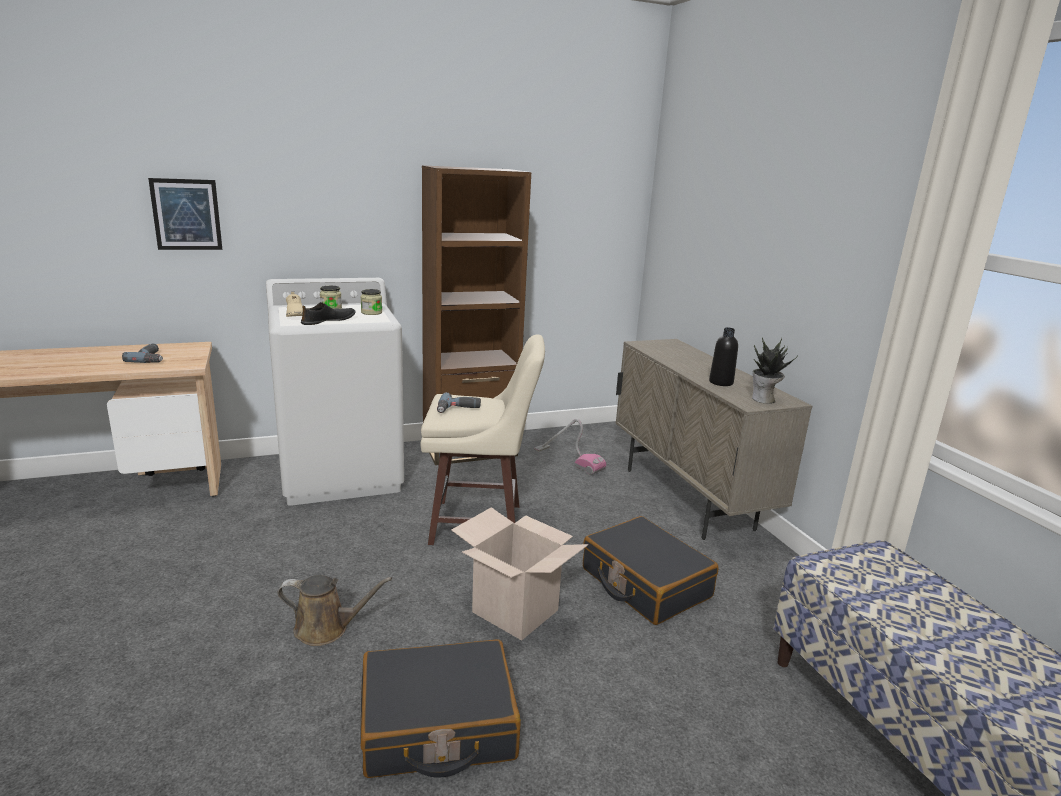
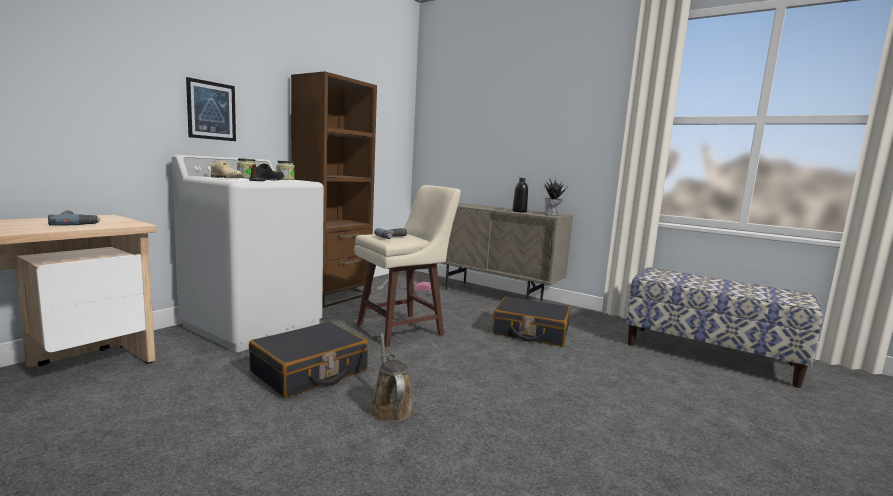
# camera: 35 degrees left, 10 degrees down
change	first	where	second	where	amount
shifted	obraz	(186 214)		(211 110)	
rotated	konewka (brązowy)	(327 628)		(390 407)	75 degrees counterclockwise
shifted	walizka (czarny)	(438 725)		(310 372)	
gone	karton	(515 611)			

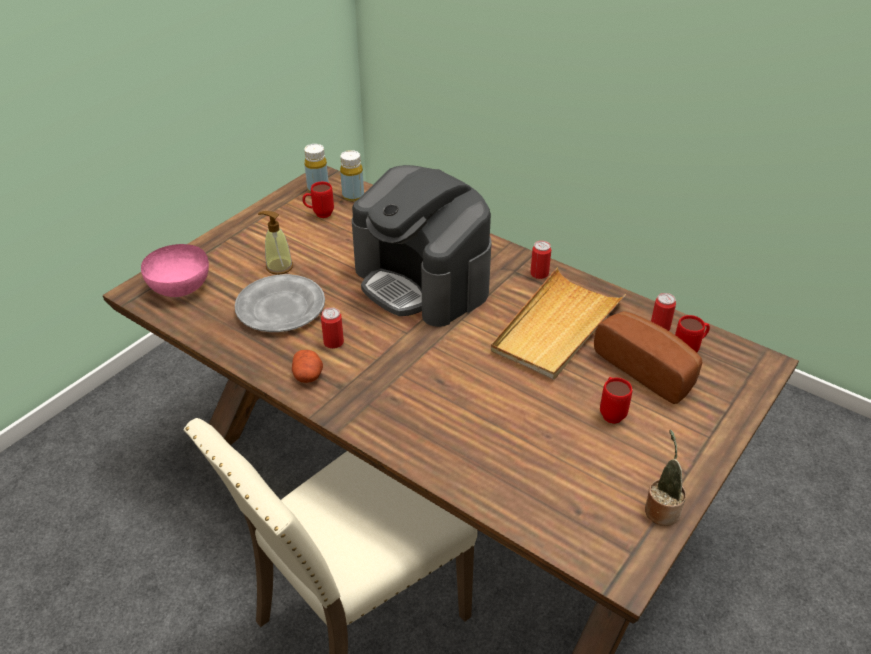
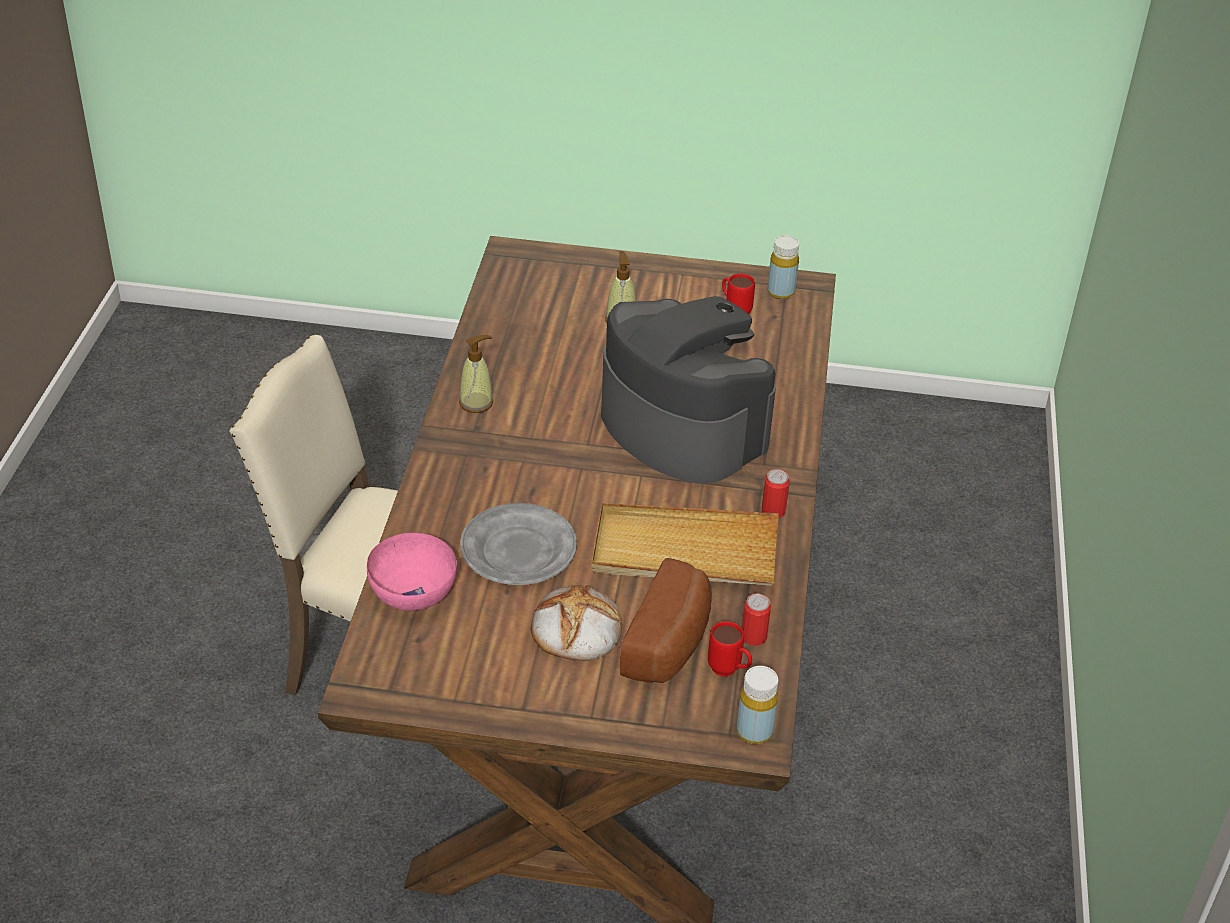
# camera: 60 degrees right, 0 degrees up
change	first	where	second	where	amount
shifted	miska (różowy)	(180 285)		(414 591)	
shifted	talerz (szary)	(281 308)		(518 550)	
swapped	ziemniak	(308 375)	dozownik mydła	(476 403)	
gone	puszka	(333 342)			
shifted	butelka (żółty)	(353 196)		(754 731)	
rotated	ekspres do kawy	(422 281)		(681 426)	120 degrees clockwise
swapped	kubek (czerwony)	(611 412)	chleb	(575 629)	
gone	roślina doniczkowa	(661 509)			

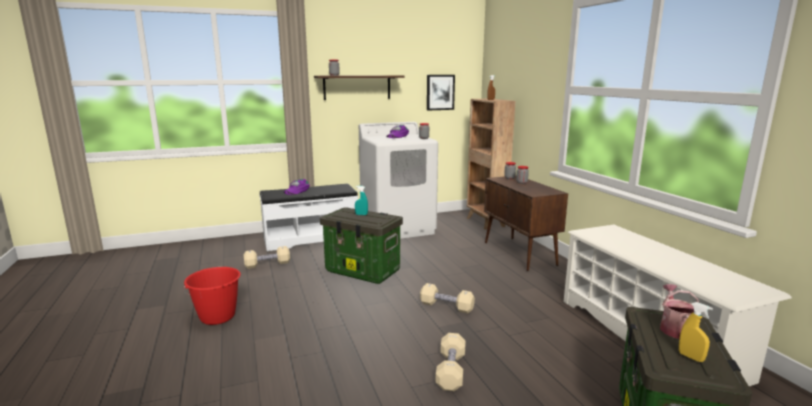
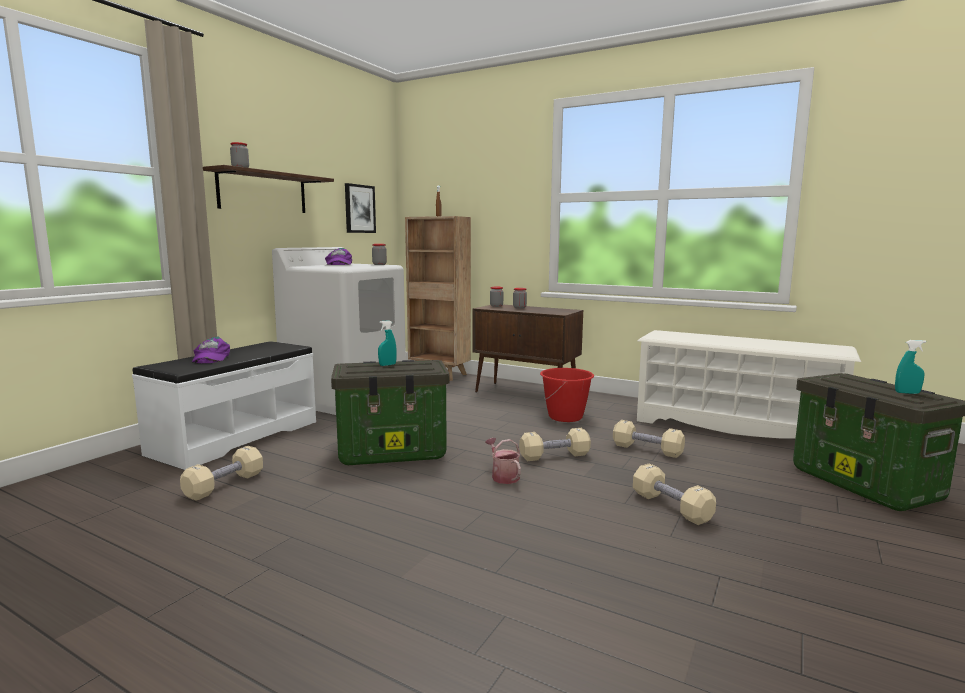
# camera: 40 degrees left, 5 degrees down
change	first	where	second	where	amount
shifted	wiadro (czerwony)	(217 317)		(565 417)	
shifted	konewka	(674 328)		(503 476)	
repainted	spryskiwacz (żółty)	(691 357)	spryskiwacz (turkusowy)	(907 393)	
new			hantel (beżowy)	(647 450)	

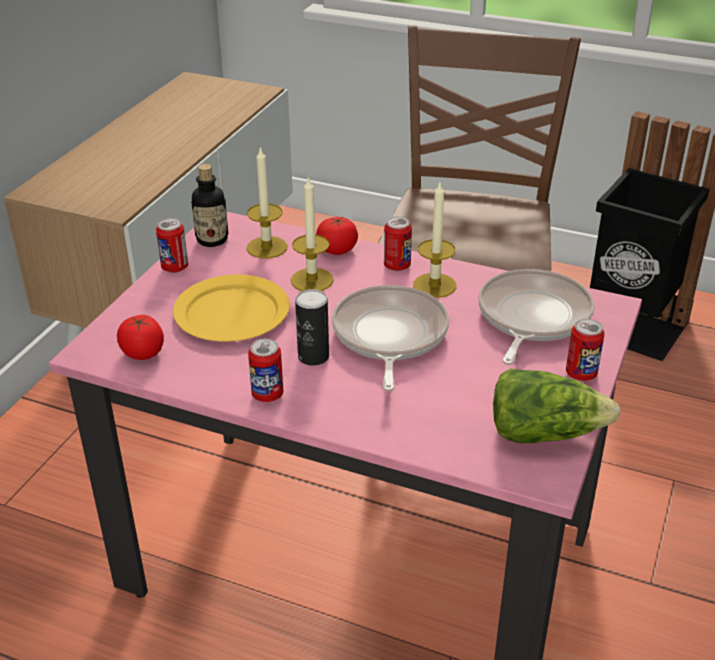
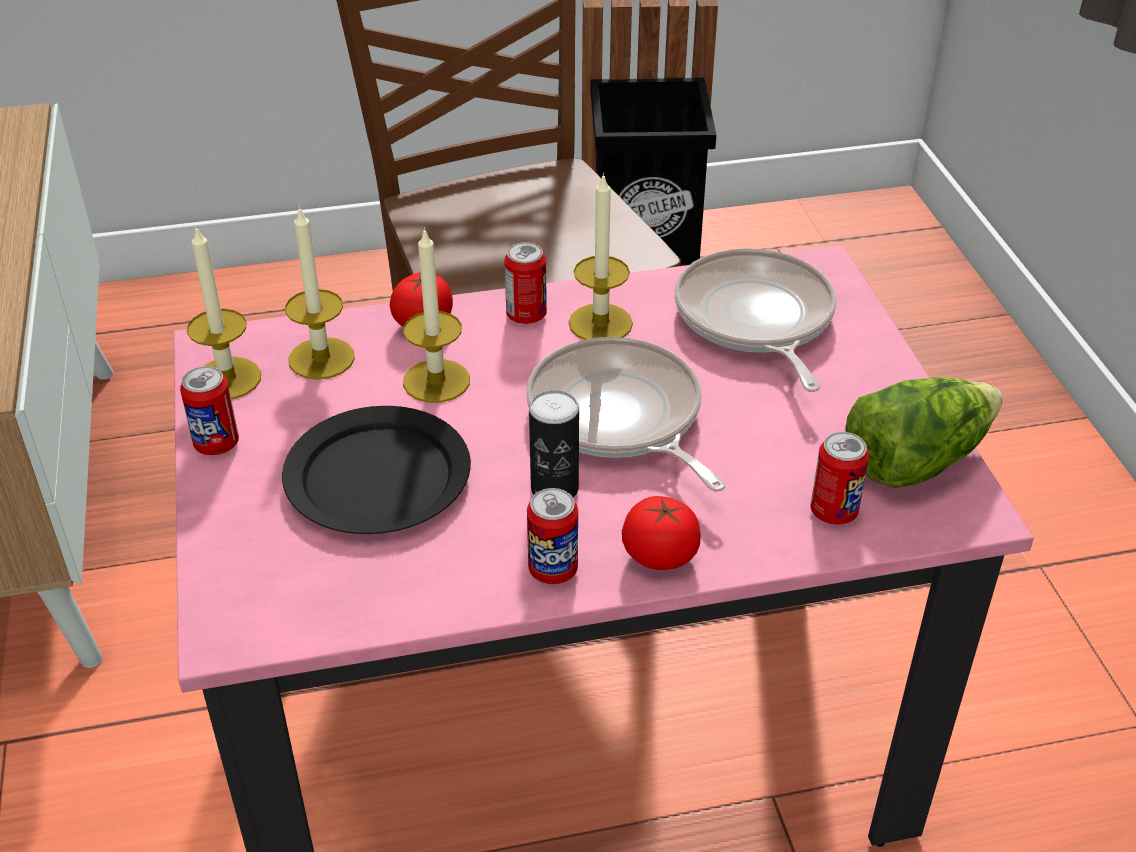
# camera: 35 degrees left, 5 degrees up
change	first	where	second	where	amount
shifted	pomidor	(143 352)		(660 555)	
repainted	talerz (żółty)	(233 313)	talerz (czarny)	(378 475)	
swapped	butelka	(212 240)	świeca	(227 379)	
shifted	puszka	(581 374)		(833 512)	

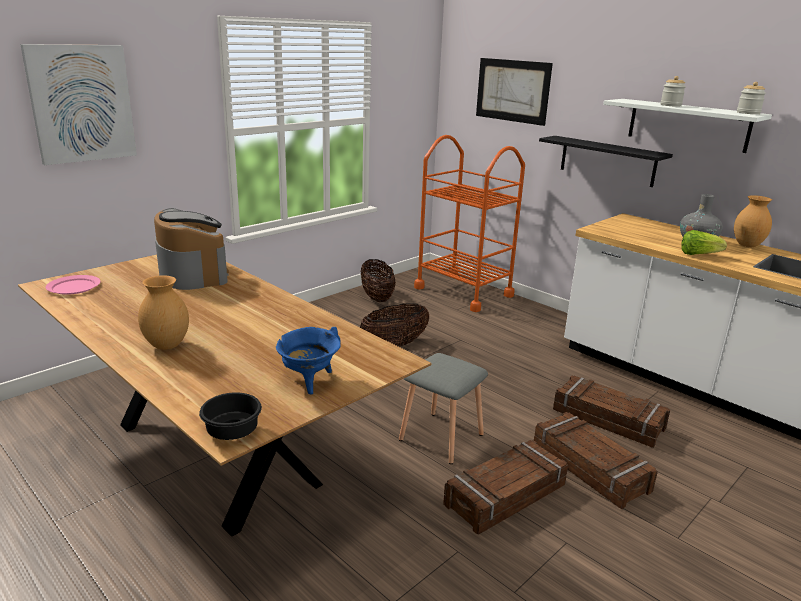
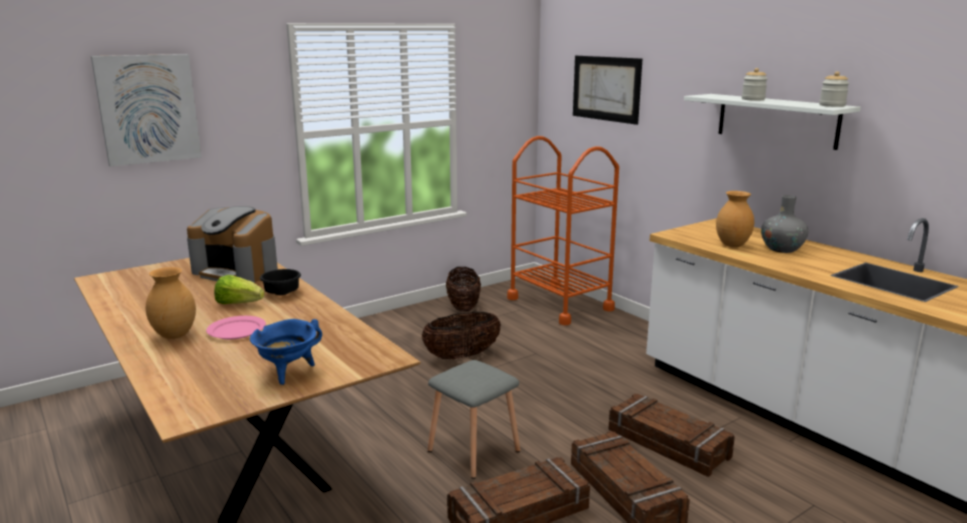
# camera: 10 degrees right, 5 degrees down
change	first	where	second	where	amount
shifted	talerz (różowy)	(74 287)		(236 330)	
rotated	ekspres do kawy	(193 273)		(237 271)	135 degrees clockwise
shifted	miska (czarny)	(234 433)		(282 293)	
gone	półka (czarny)	(607 161)			
shifted	sałata	(698 254)		(238 304)	
shifted	wazon (brązowy)	(746 245)		(731 245)	

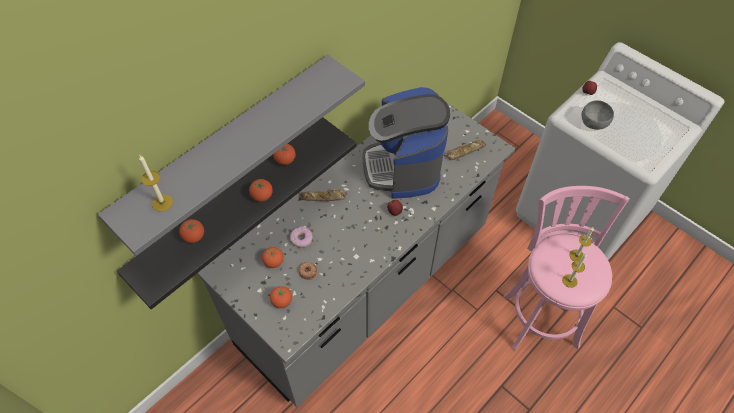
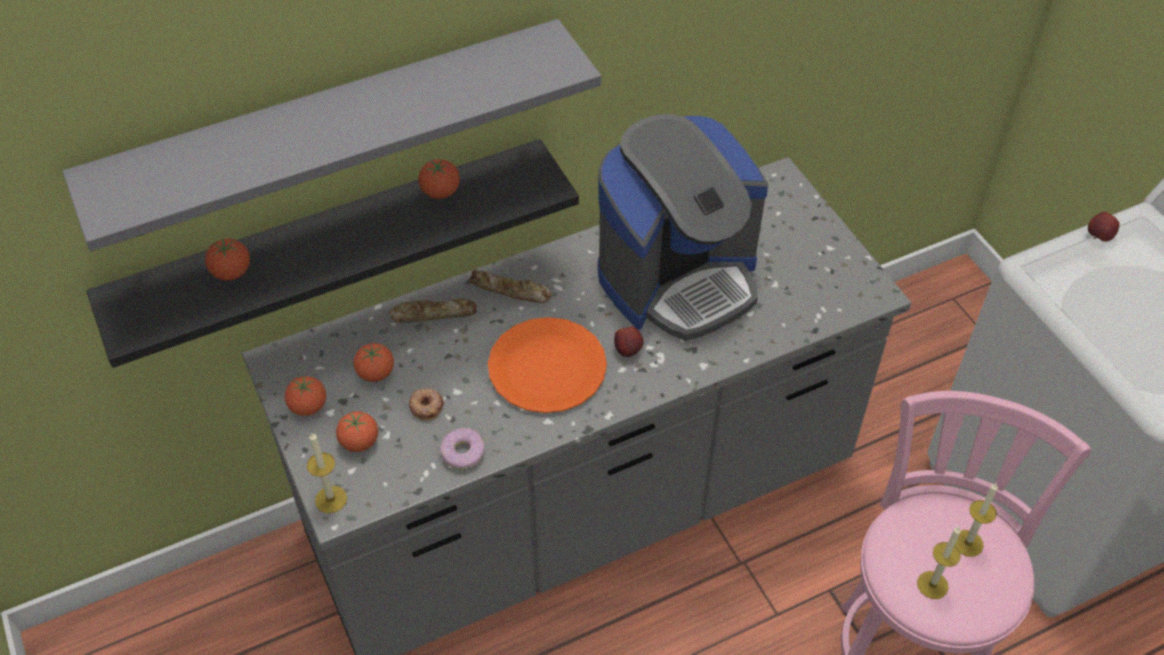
# camera: 20 degrees right, 5 degrees down
change	first	where	second	where	amount
shifted	świeca	(162 203)		(331 499)	
shifted	pomidor	(262 196)		(308 406)	
shifted	donut	(301 239)		(462 453)	
rotated	ekspres do kawy	(403 167)		(678 278)	135 degrees counterclockwise
shifted	chleb	(465 151)		(433 314)	
gone	miska (szary)	(593 123)			
new			talerz (pomarańczowy)	(547 367)	

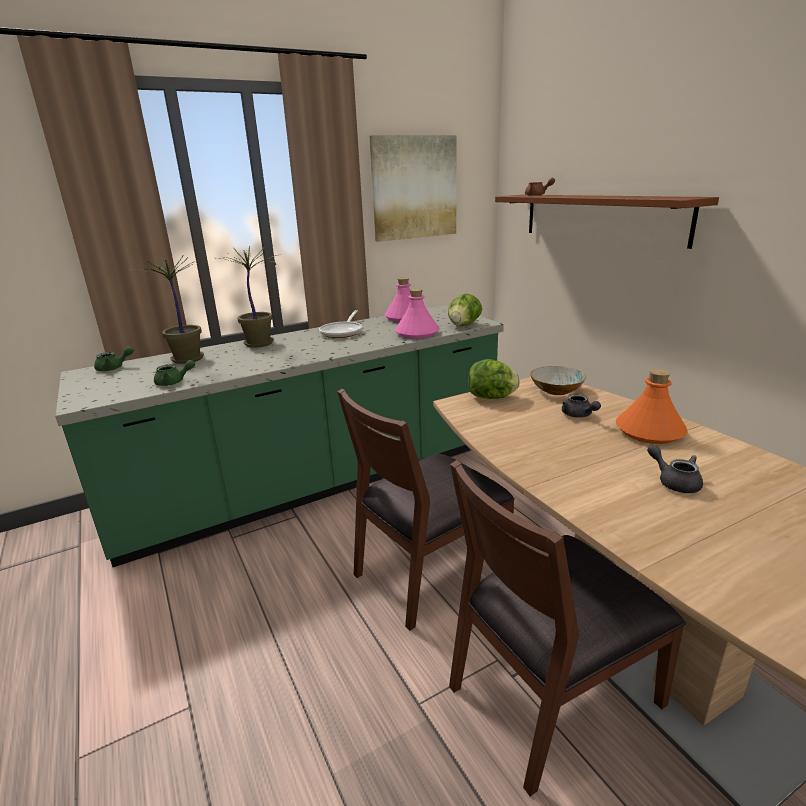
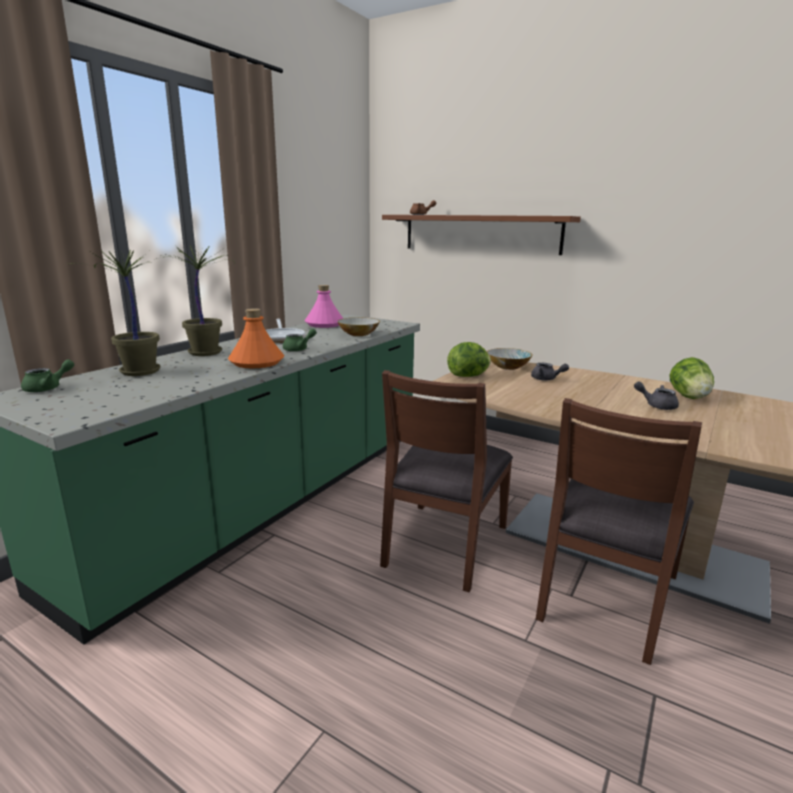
# camera: 30 degrees left, 5 degrees down
change	first	where	second	where	amount
shifted	imbryk (zielony)	(174 382)		(299 349)	
gone	obraz	(414 188)			
swapped	butelka (różowy)	(417 333)	miska	(358 334)	
shifted	sałata	(463 325)		(689 397)	
shifted	butelka (pomarańczowy)	(649 431)		(256 362)	

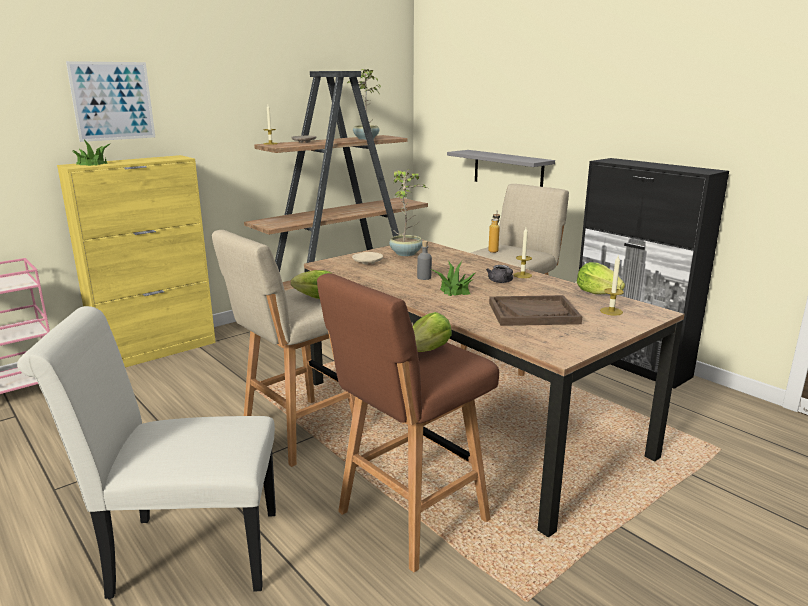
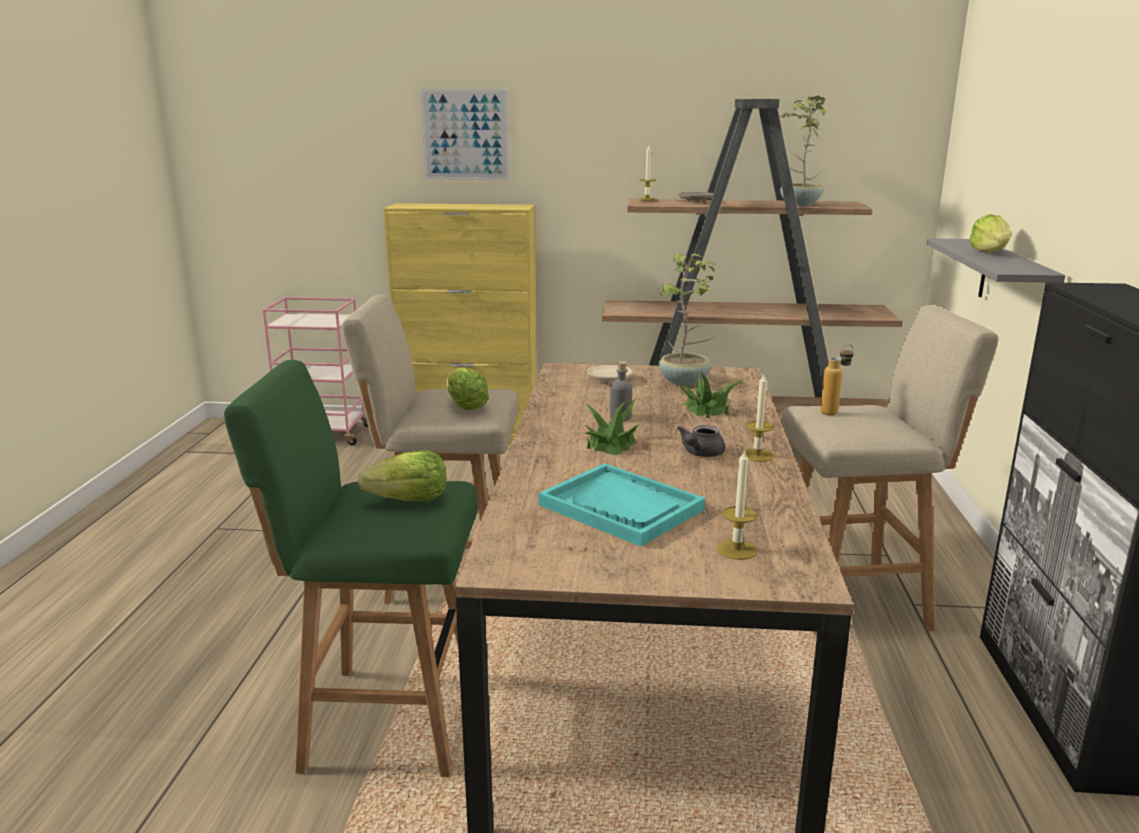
# camera: 45 degrees right, 0 degrees up
change	first	where	second	where	amount
gone	krzesło (biały)	(184 553)			
shifted	roślina doniczkowa	(92 163)		(706 409)	
repainted	stołek (brązowy)	(409 518)	stołek (zielony)	(384 719)	
repainted	taca (brązowy)	(533 313)	taca (turkusowy)	(621 507)	
shifted	sałata	(597 293)		(989 253)	

